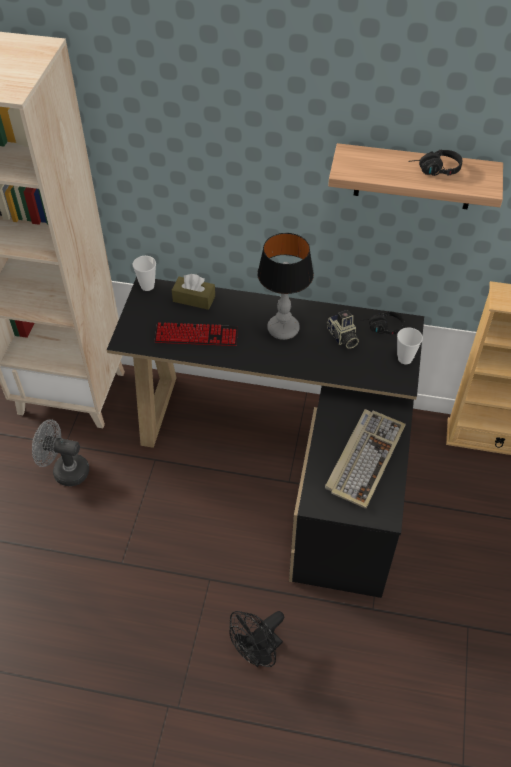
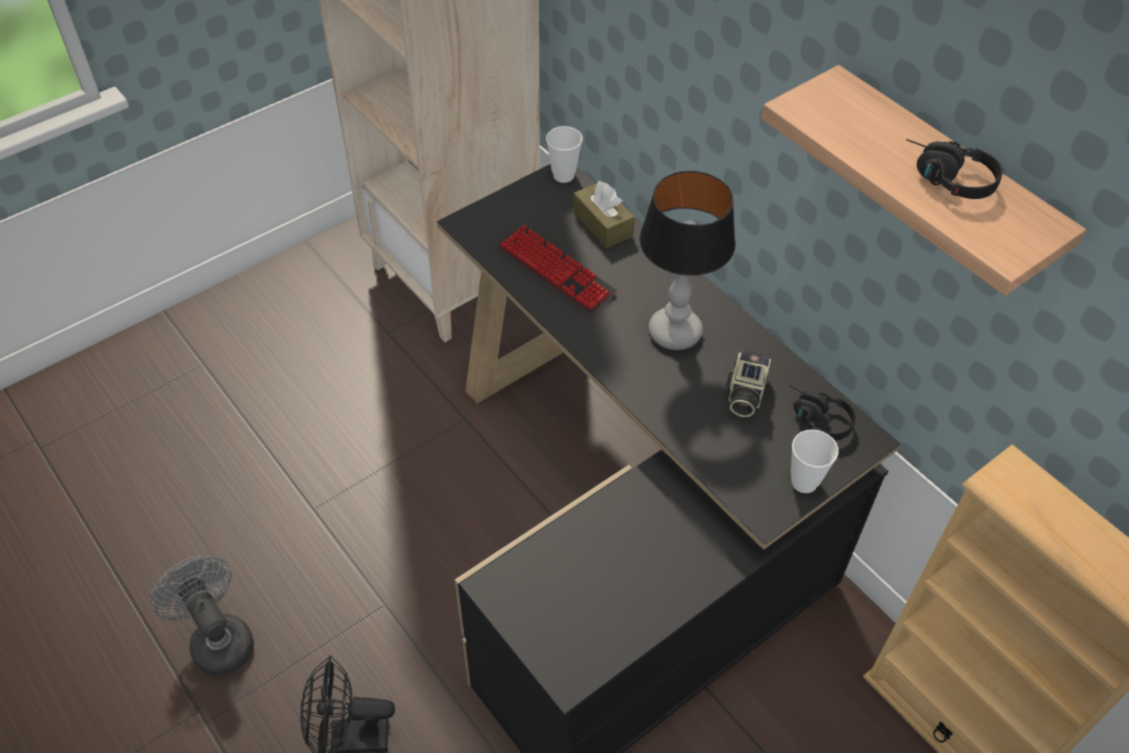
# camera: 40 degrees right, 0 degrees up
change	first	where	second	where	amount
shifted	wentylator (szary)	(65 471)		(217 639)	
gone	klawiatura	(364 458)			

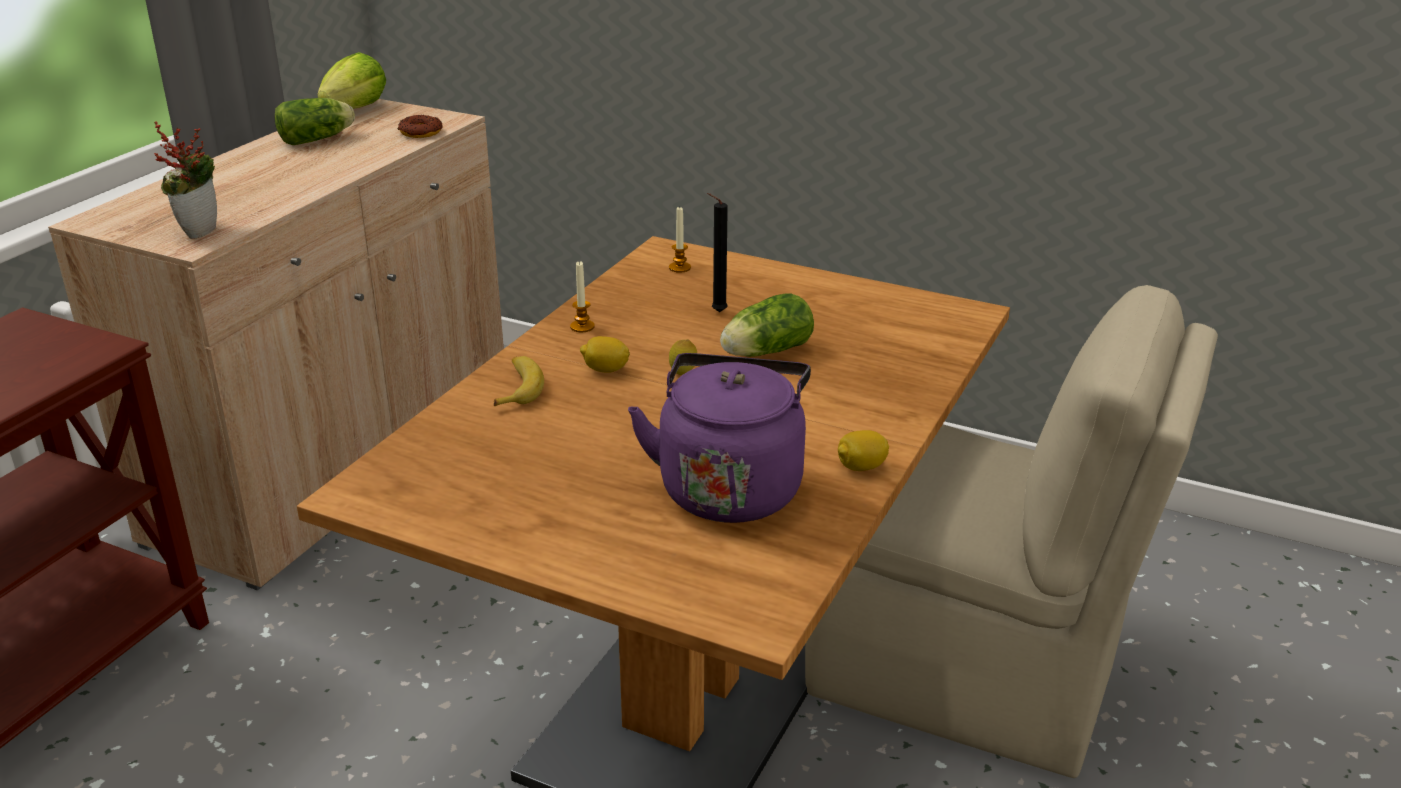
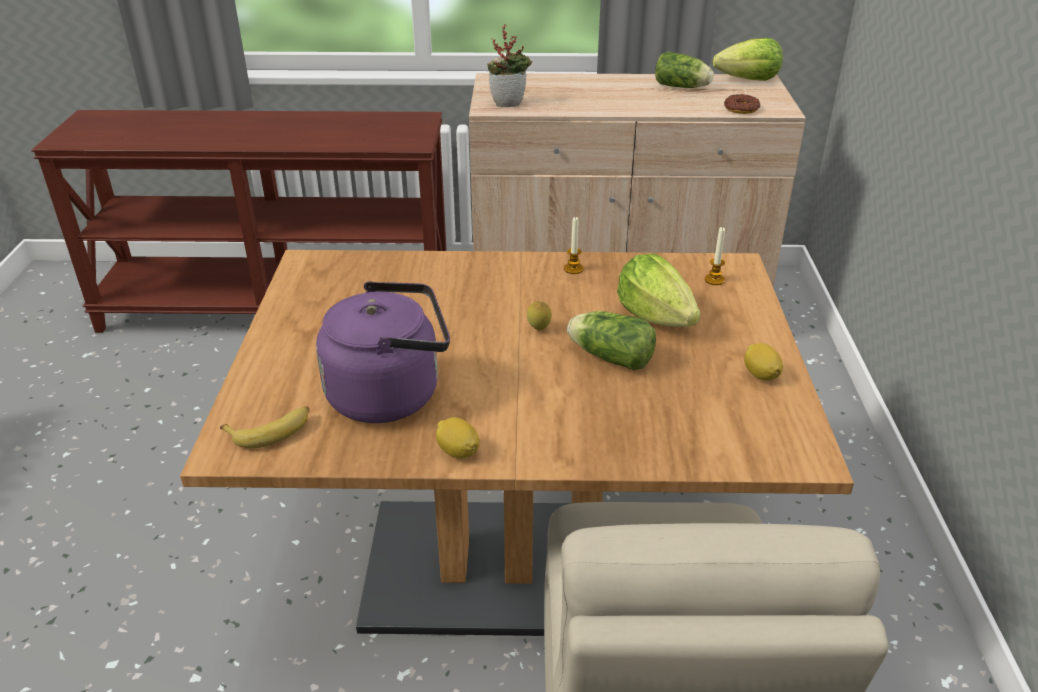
# camera: 65 degrees right, 5 degrees up
change	first	where	second	where	amount
shifted	banan	(518 388)		(271 431)	
shifted	cytryna	(605 370)		(760 375)	
swapped	świeca (czarny)	(716 312)	sałata	(655 317)	

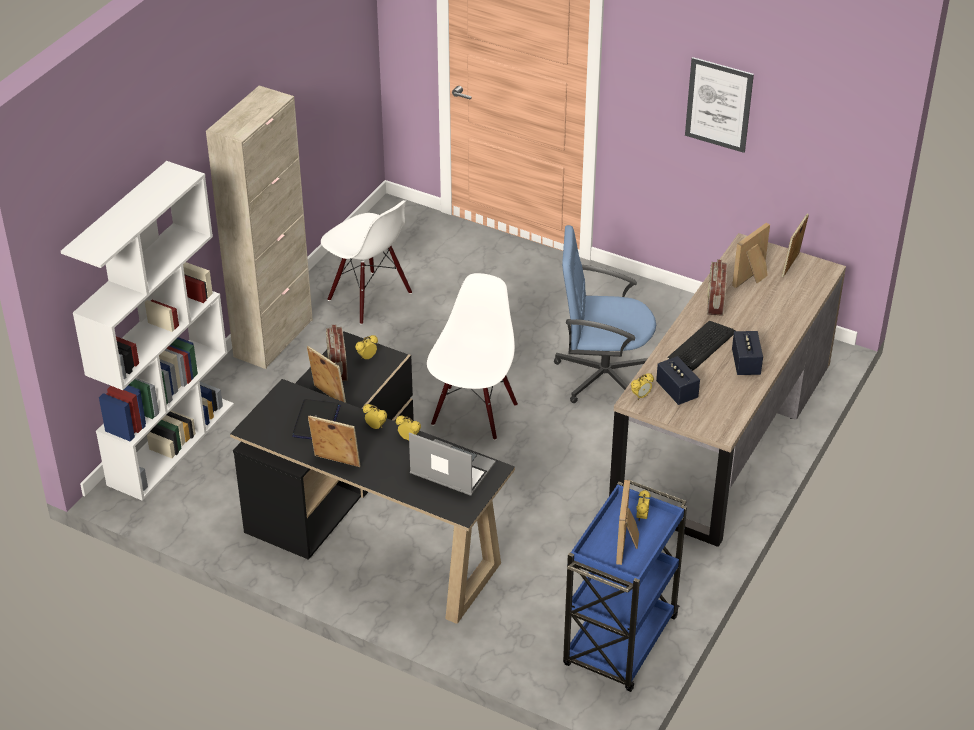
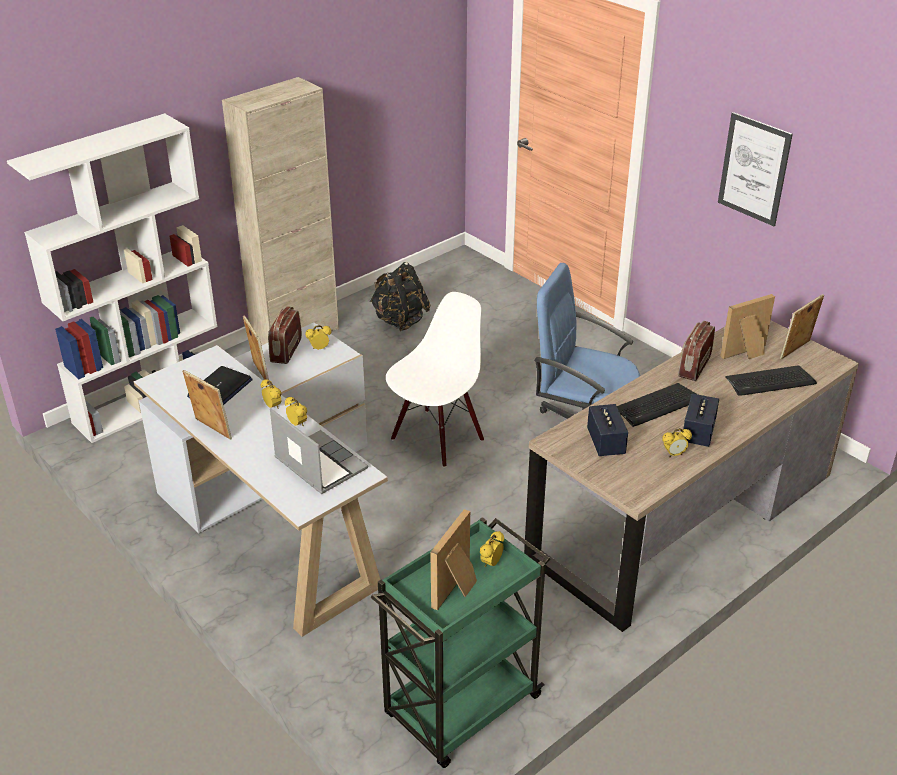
# camera: 20 degrees right, 5 degrees down
change	first	where	second	where	amount
repainted	biurko (czarny)	(369 523)	biurko (biały)	(278 514)	
swapped	krzesło (biały)	(369 297)	plecak (czarny)	(399 321)	
repainted	wózek (niebieski)	(619 643)	wózek (zielony)	(460 708)	
shifted	budzik	(641 396)		(674 454)	
new			klawiatura	(770 382)	

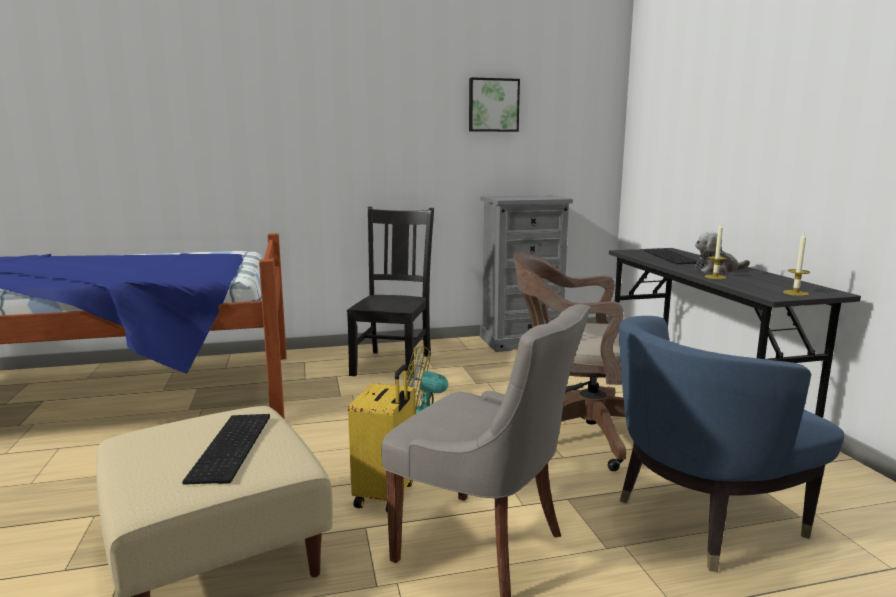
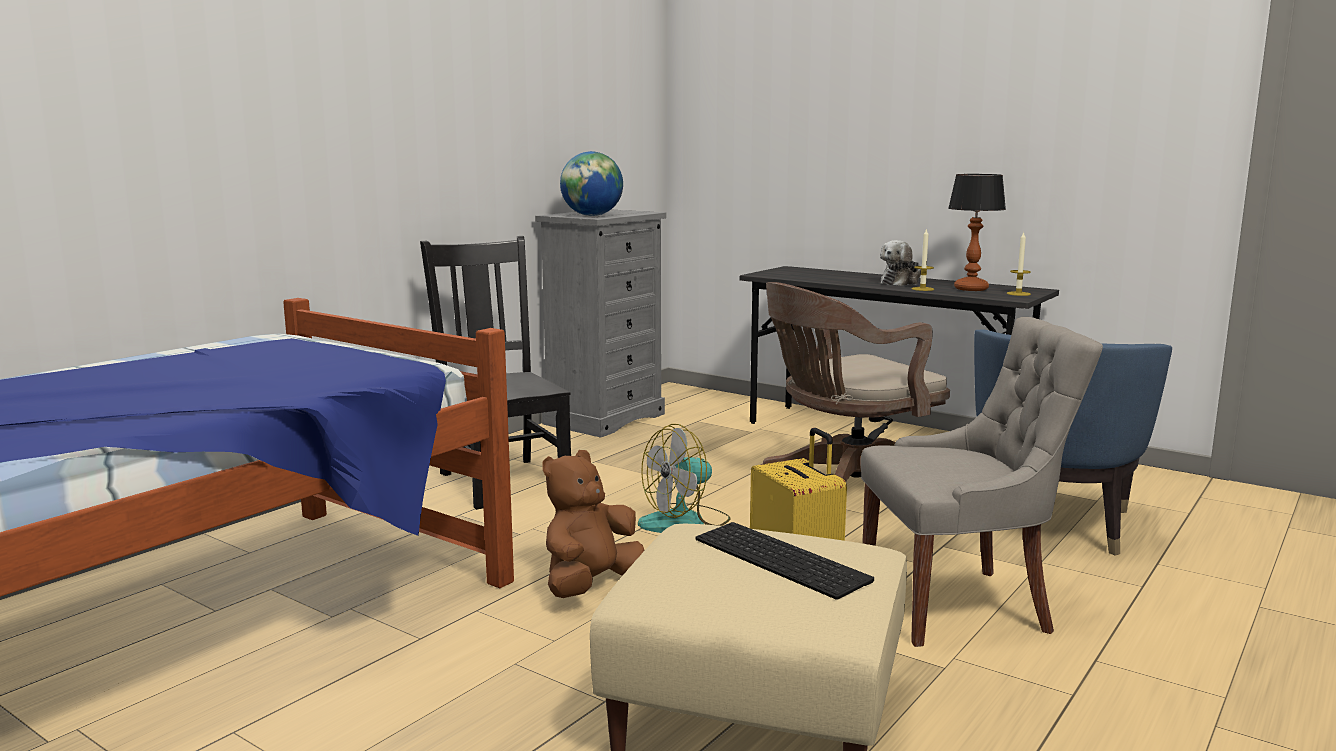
# camera: 40 degrees left, 0 degrees up
change	first	where	second	where	amount
gone	obraz	(493 105)			
gone	klawiatura	(672 257)			
new			pluszak (brązowy)	(590 586)	
new			globus	(592 216)	
new			lampa stołowa	(972 289)	

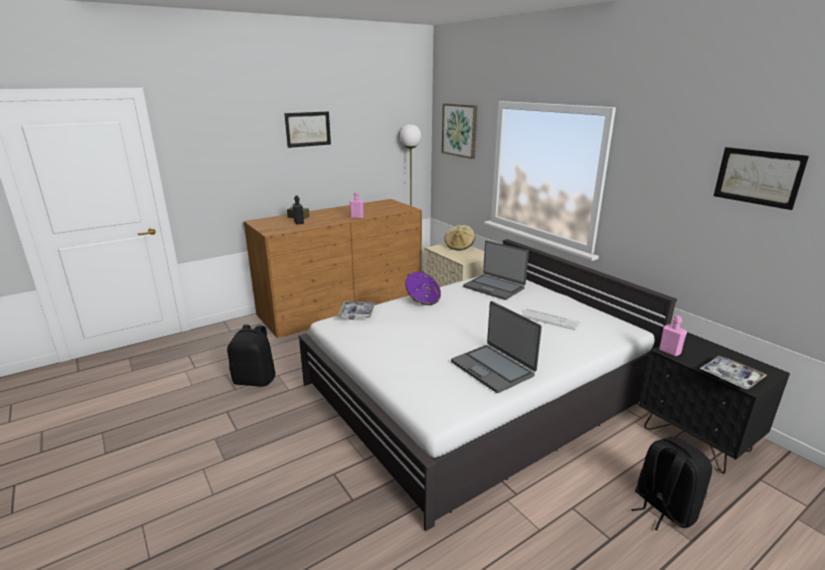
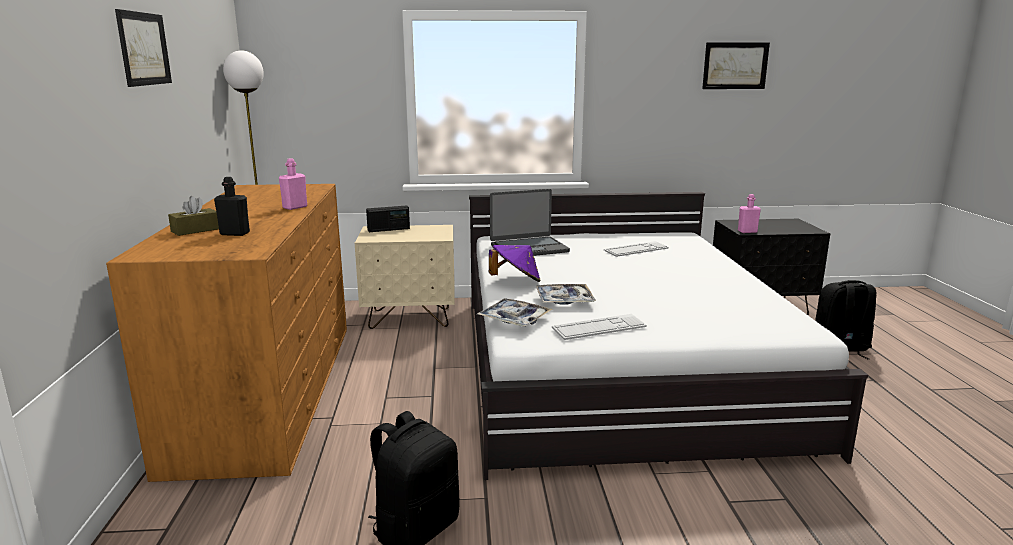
# camera: 60 degrees left, 5 degrees down
change	first	where	second	where	amount
gone	obraz	(460 130)			
swapped	kapelusz (beżowy)	(459 246)	radio	(388 229)	
gone	laptop	(493 368)			
shifted	taca	(731 377)		(564 300)	
new			klawiatura	(599 328)	

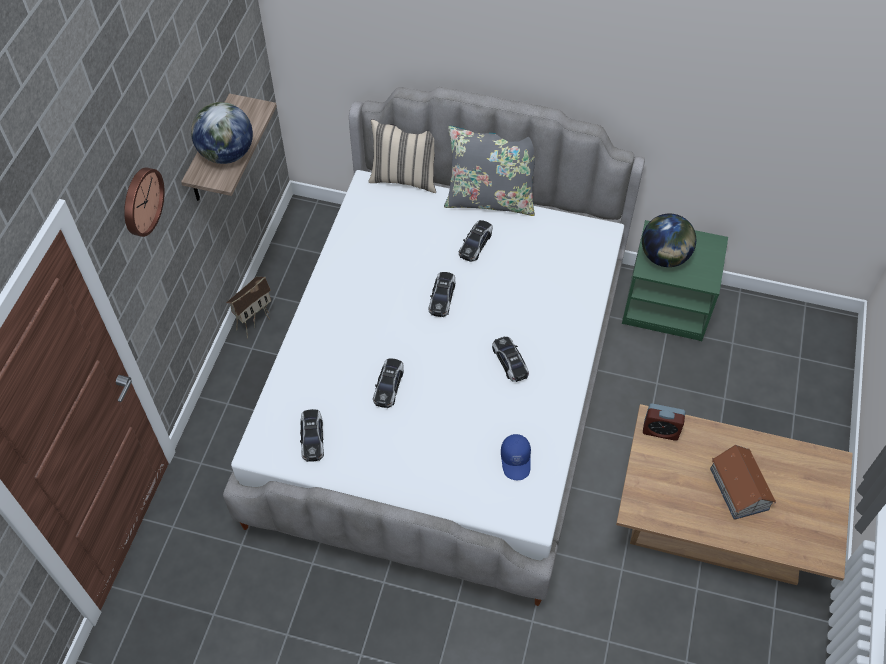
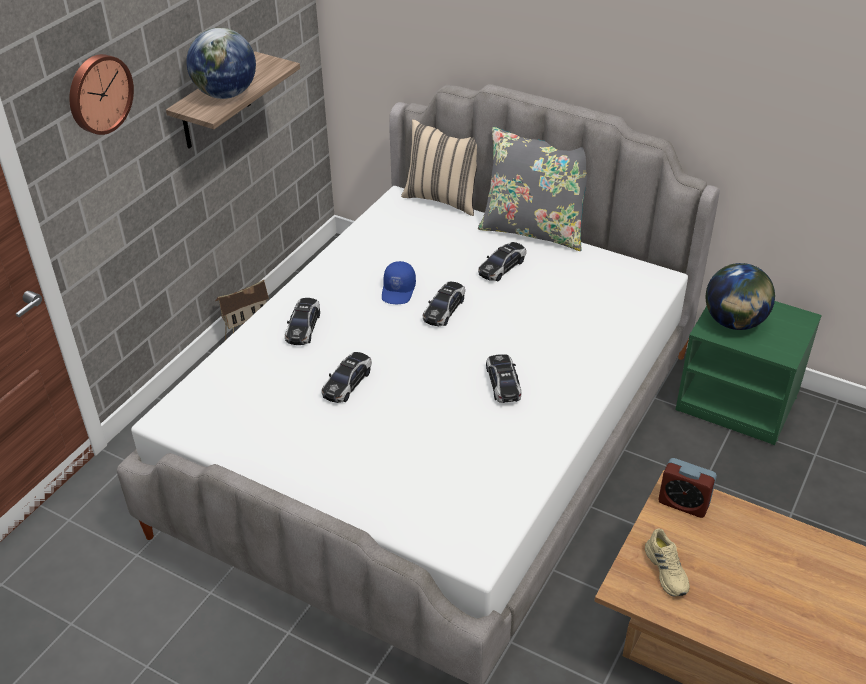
# camera: 15 degrees right, 15 degrees down
change	first	where	second	where	amount
shifted	samochodzik	(312 438)		(303 327)	
shifted	czapka z daszkiem (niebieski)	(516 460)		(399 291)	
gone	domek	(739 489)			
new			but (beżowy)	(667 570)	

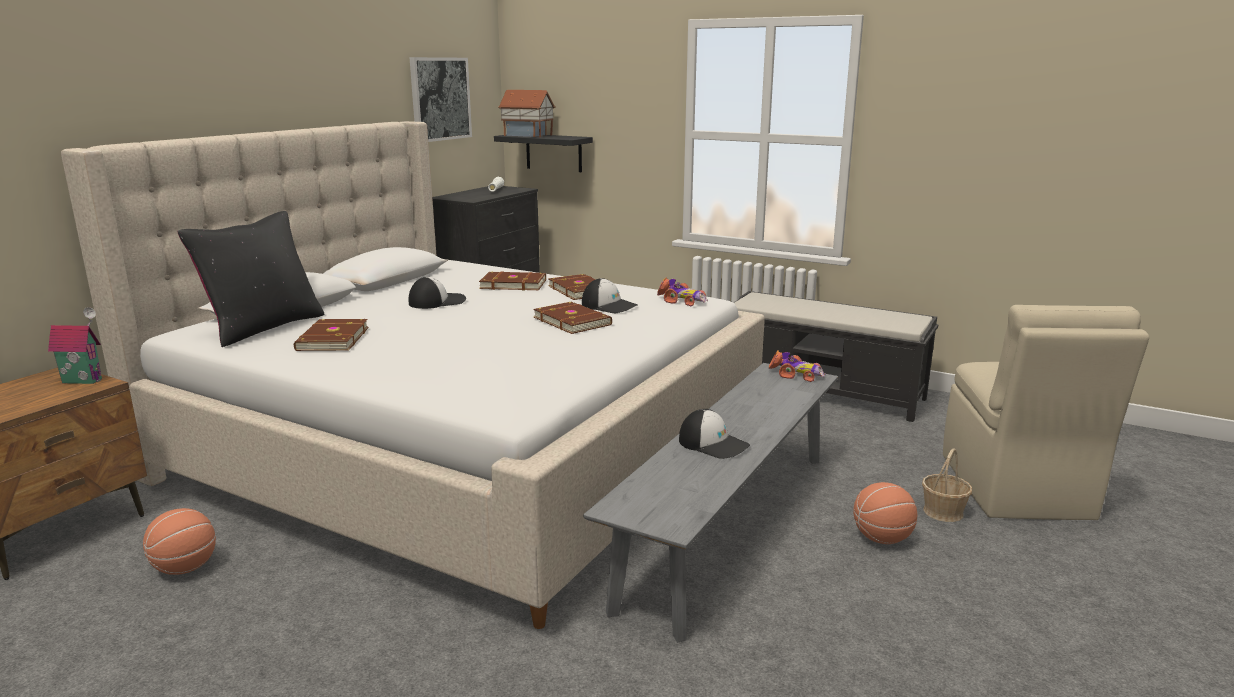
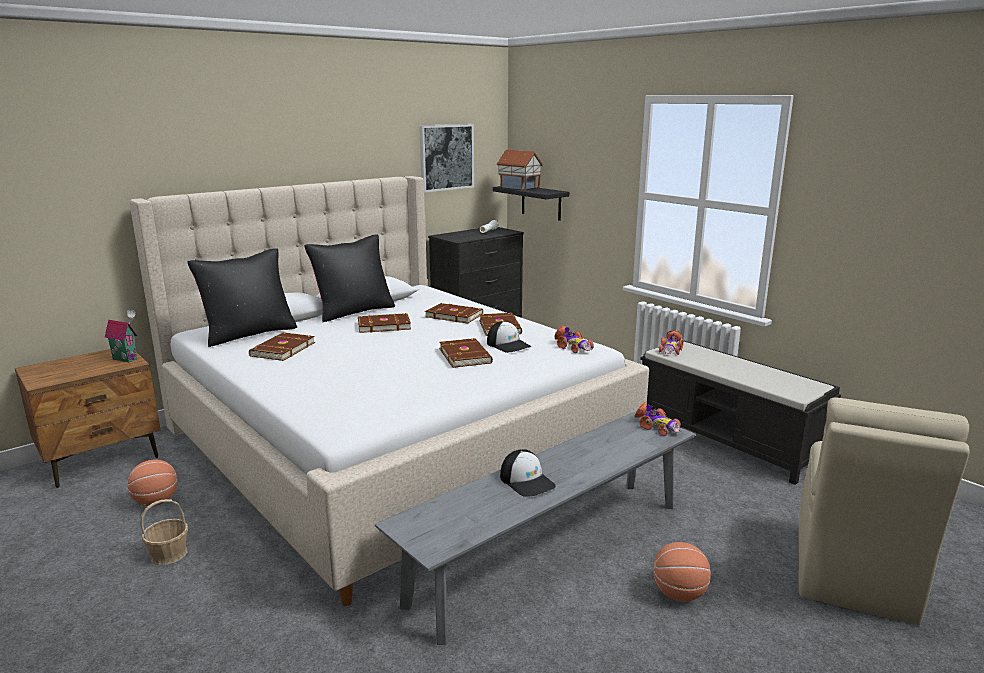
# camera: 20 degrees right, 0 degrees up
change	first	where	second	where	amount
swapped	czapka z daszkiem	(437 302)	książka (brązowy)	(383 325)	
shifted	koszyk	(943 512)		(169 554)	
new			poduszka (czarny)	(353 311)	
new			samochodzik	(670 349)	

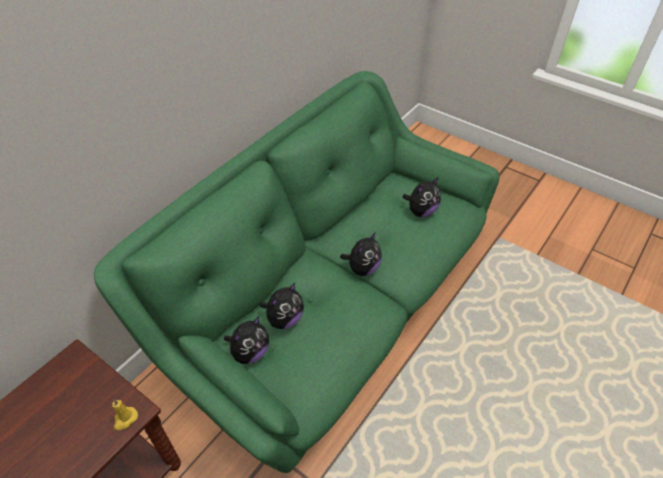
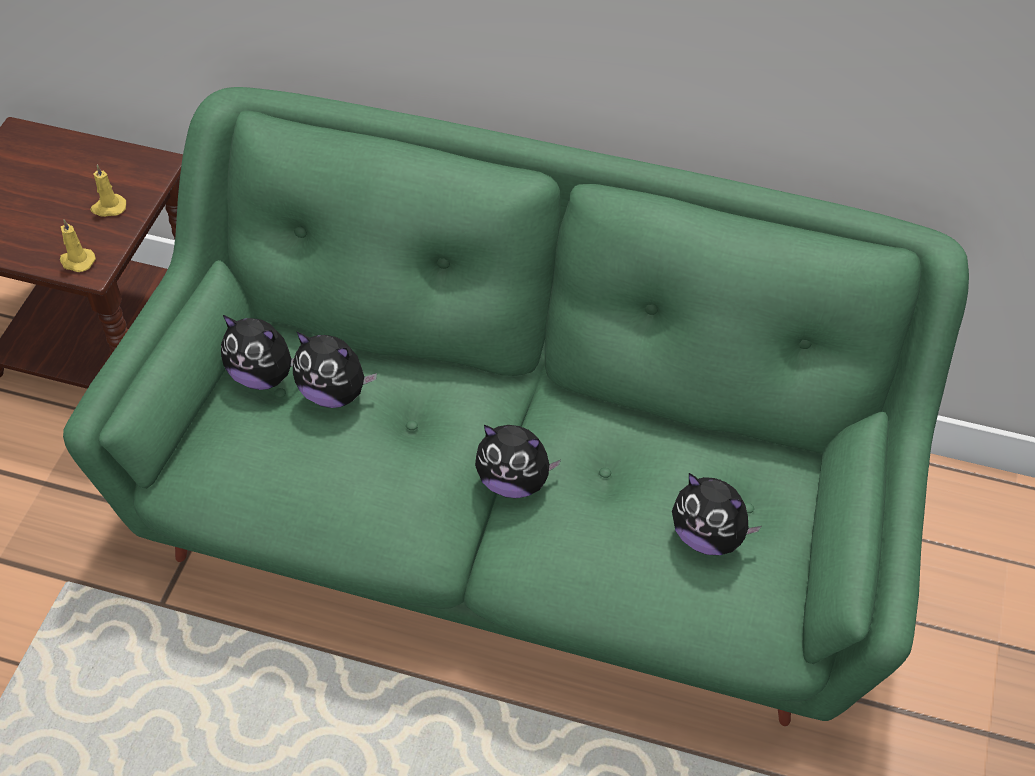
# camera: 70 degrees right, 5 degrees up
change	first	where	second	where	amount
new			świeca (żółty)	(108 207)	

